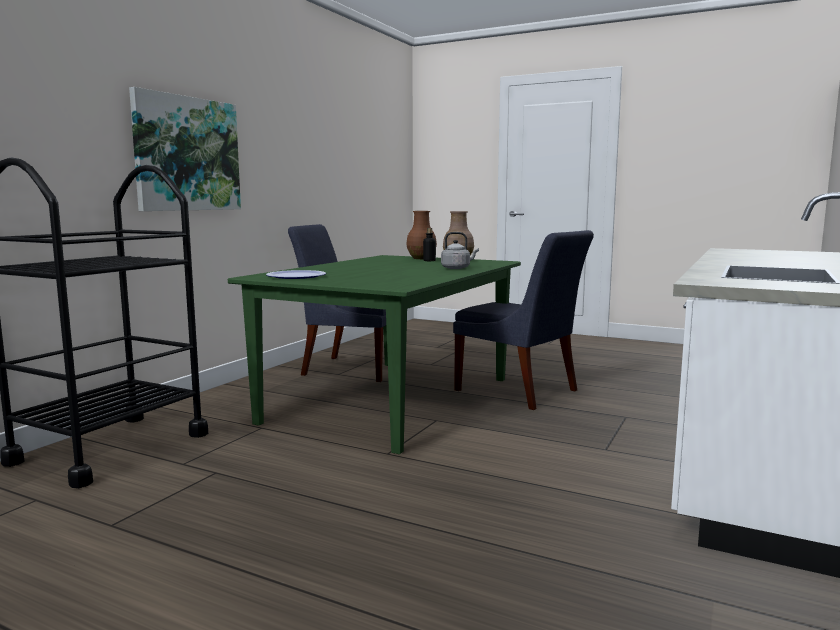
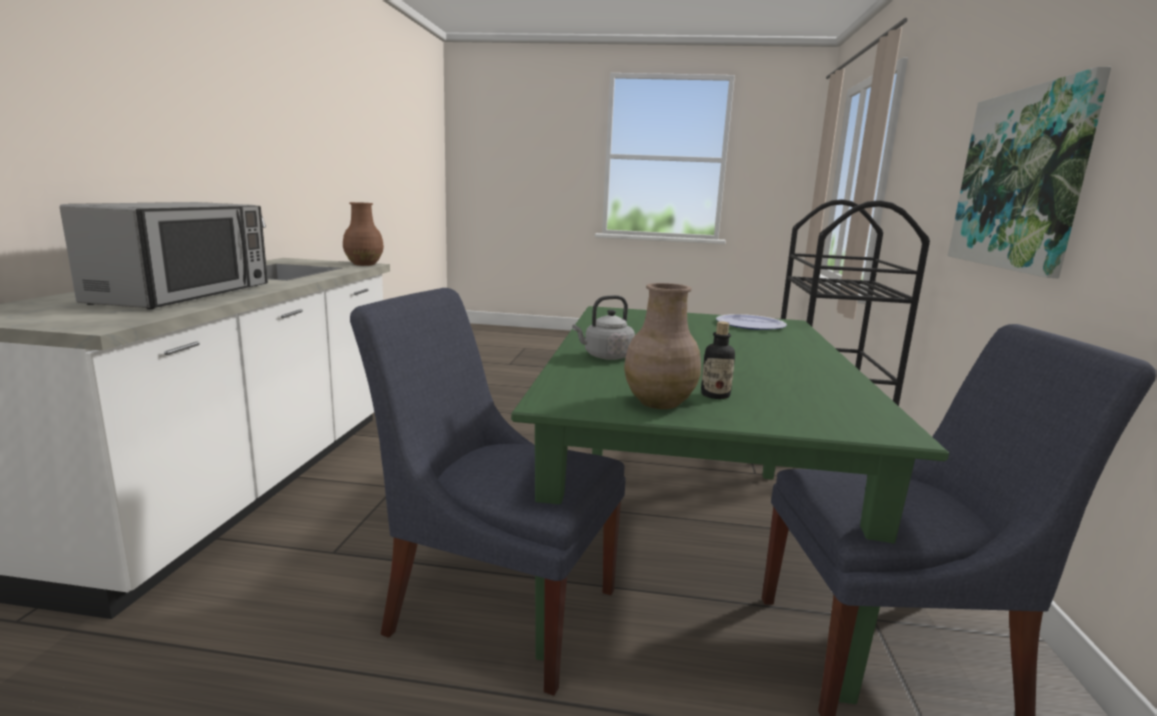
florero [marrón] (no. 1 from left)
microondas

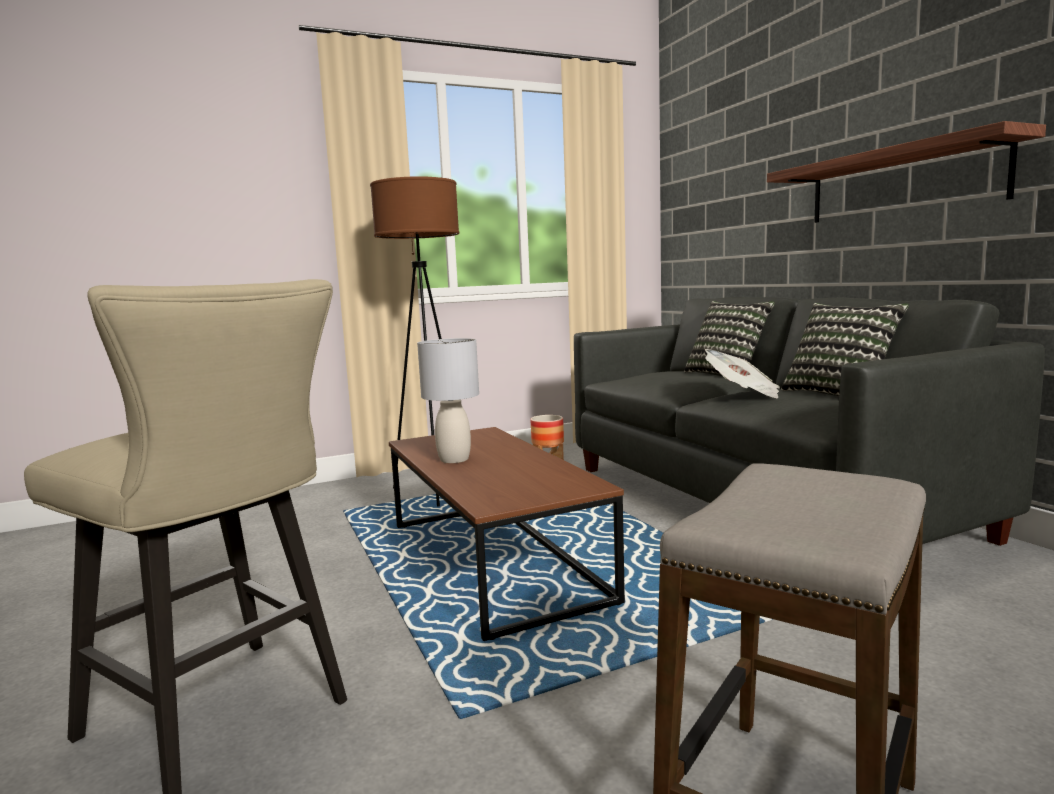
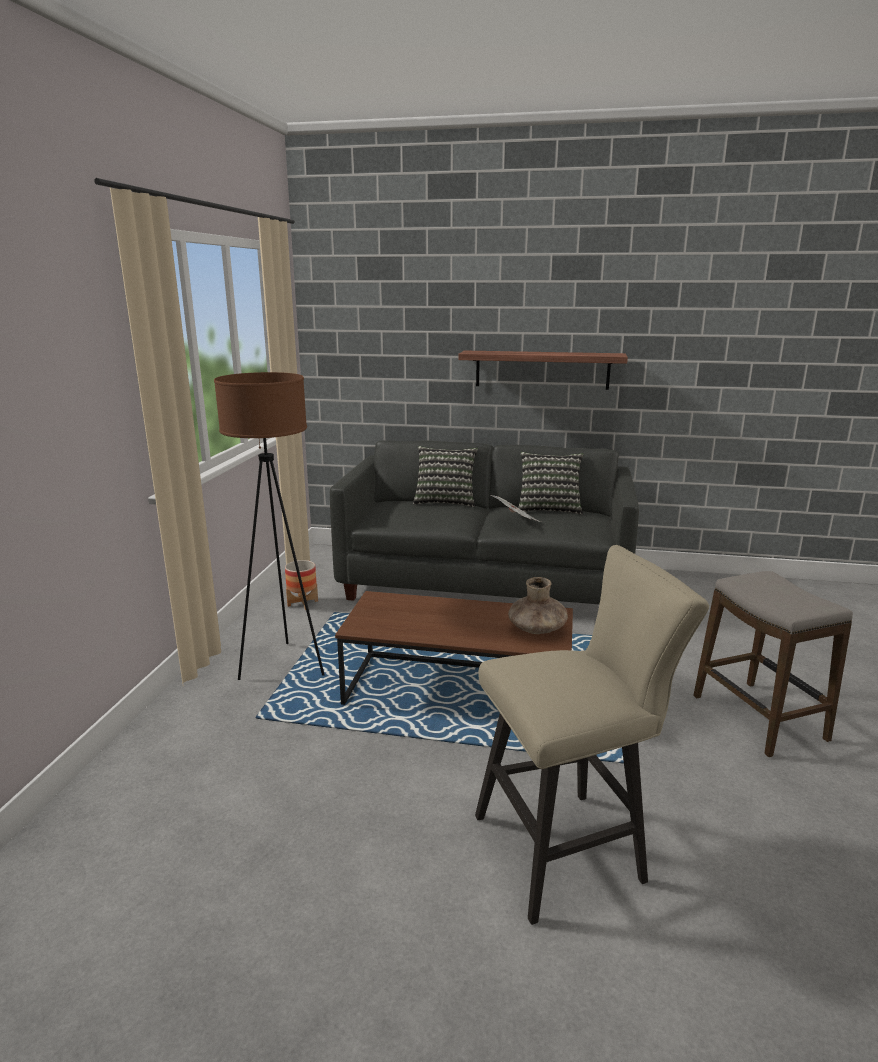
lámpara de mesa [gris]
florero [marrón]

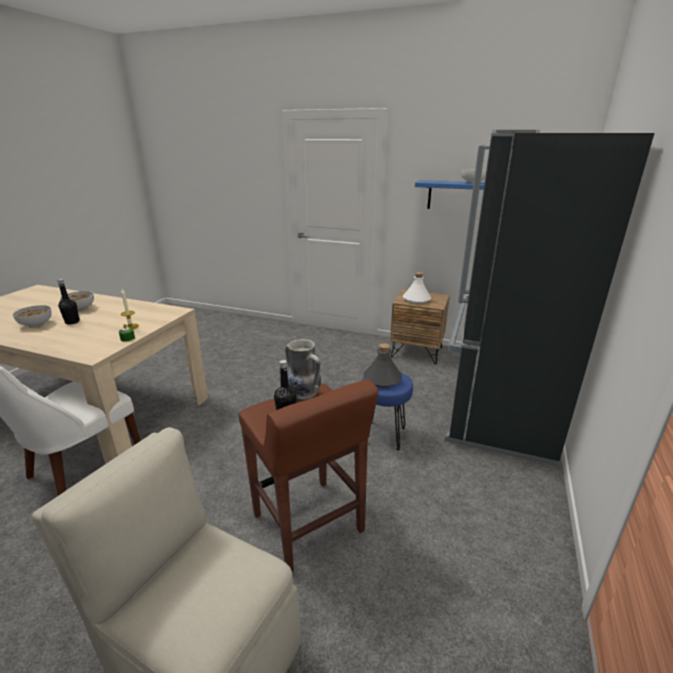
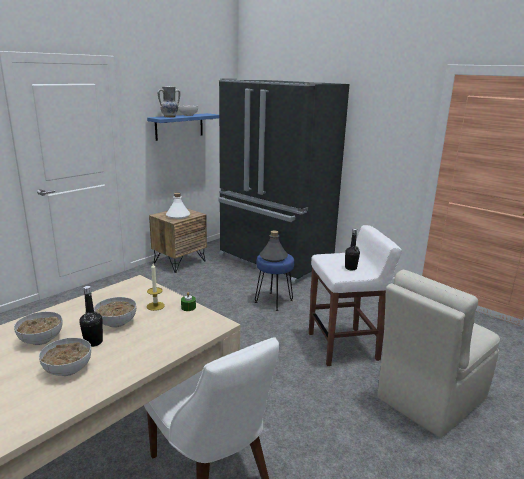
taburete [blanco]
florero
cuenco (no. 3 from left)

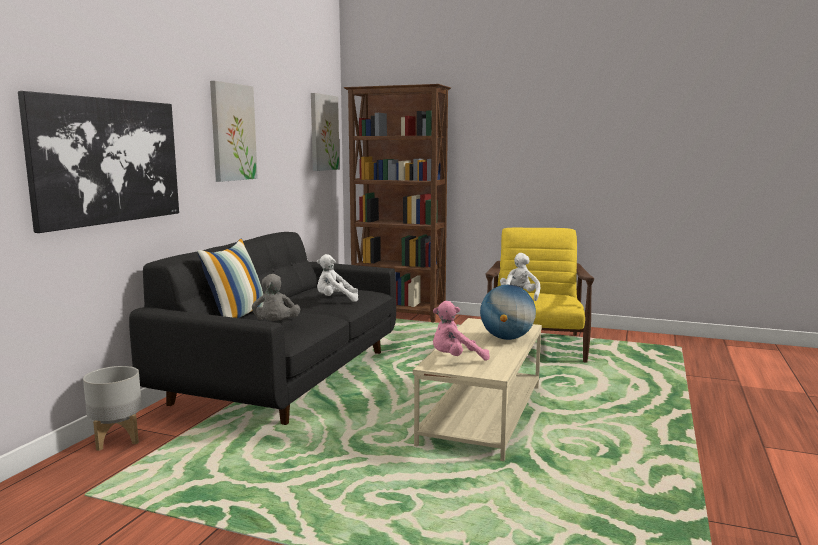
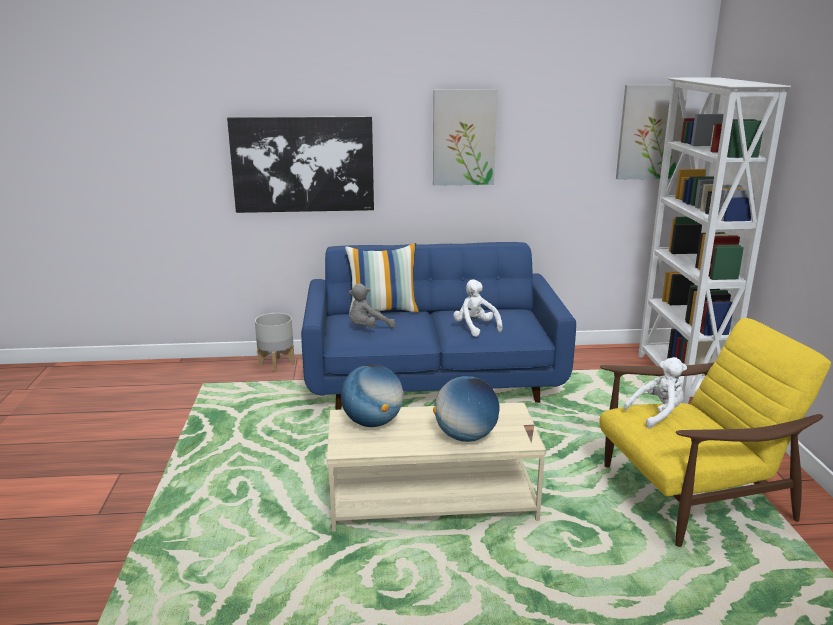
sofá [azul]
estantería [blanco]
globo terráqueo (no. 1 from left)

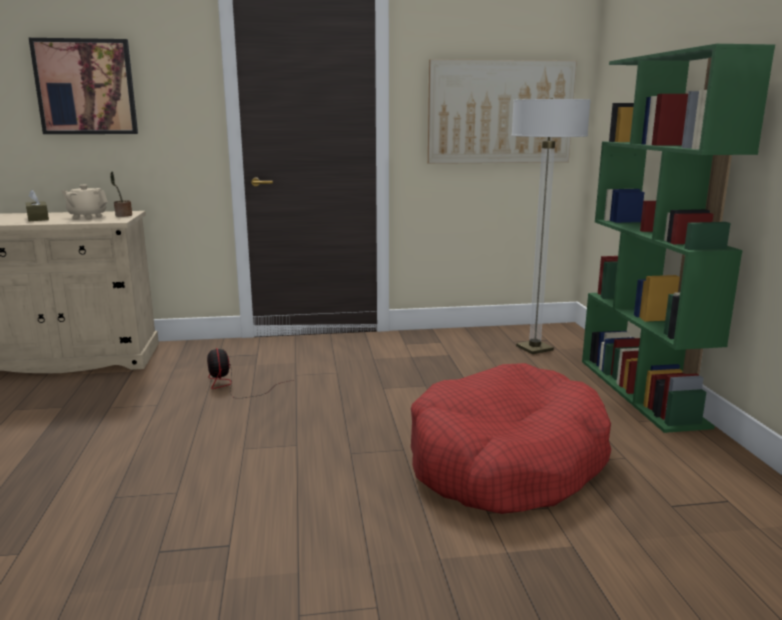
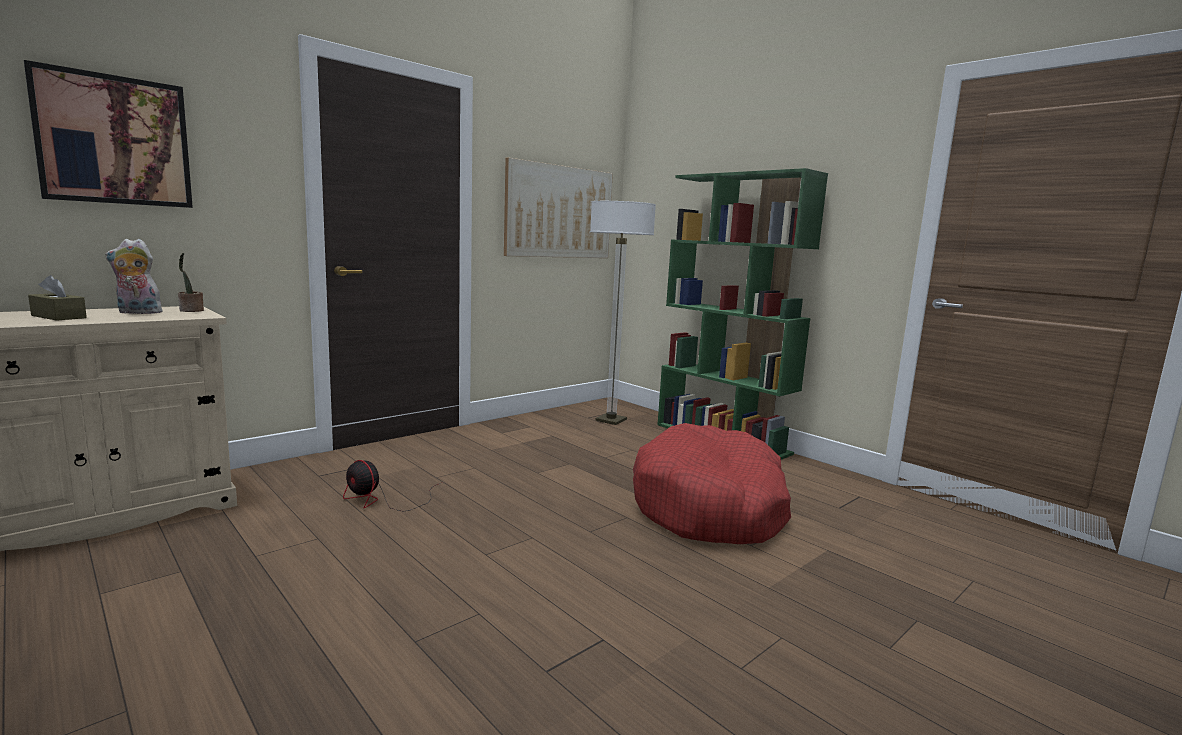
peluche

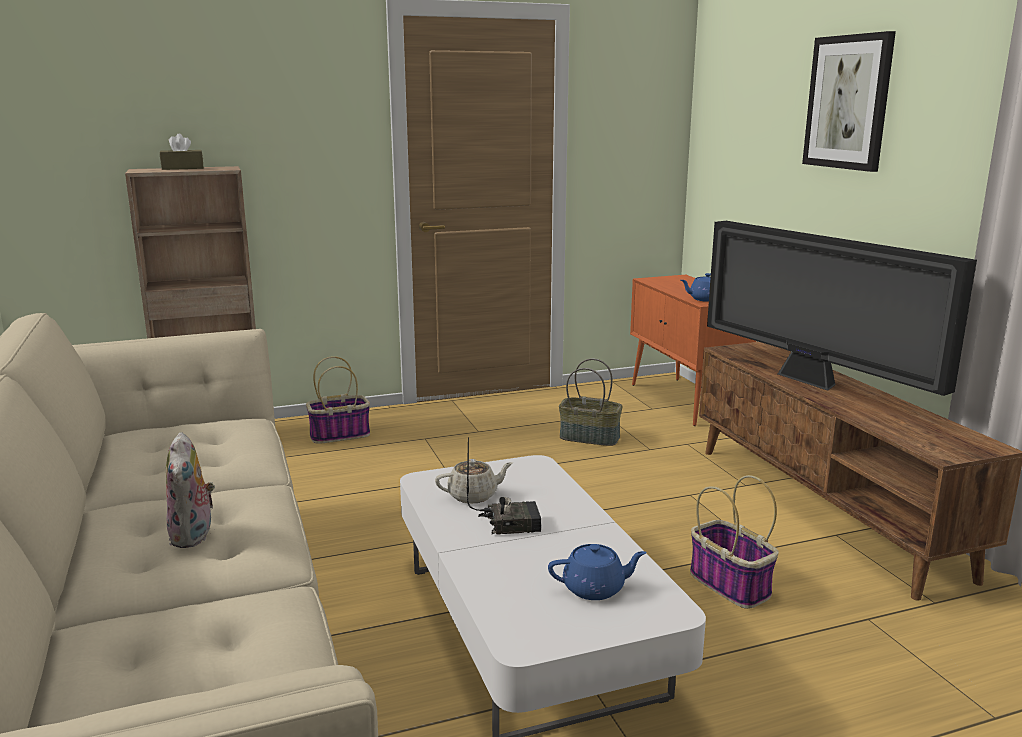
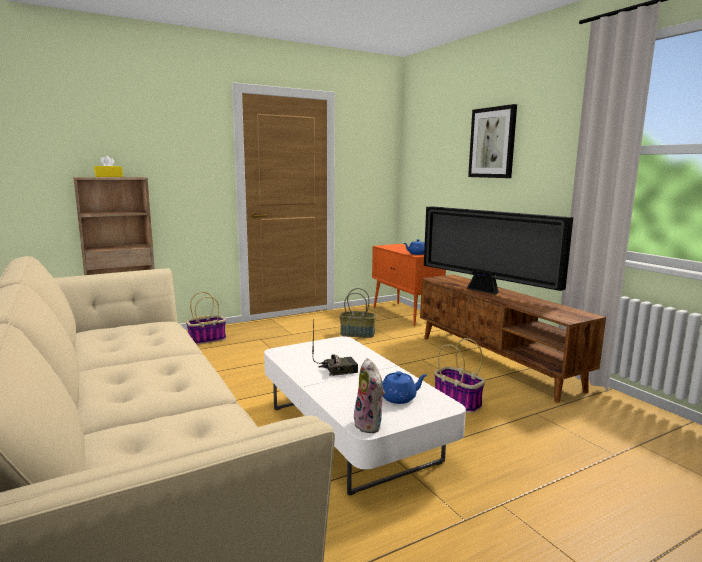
caja de pañuelos [amarillo]
peluche
tetera [beis]

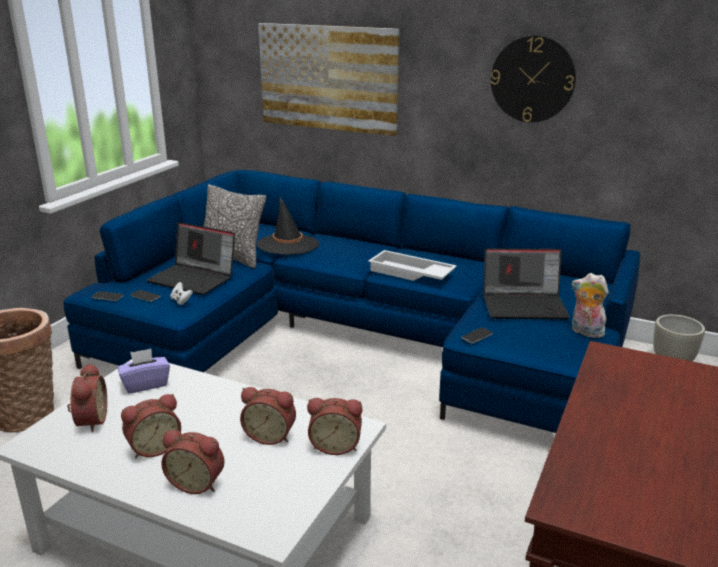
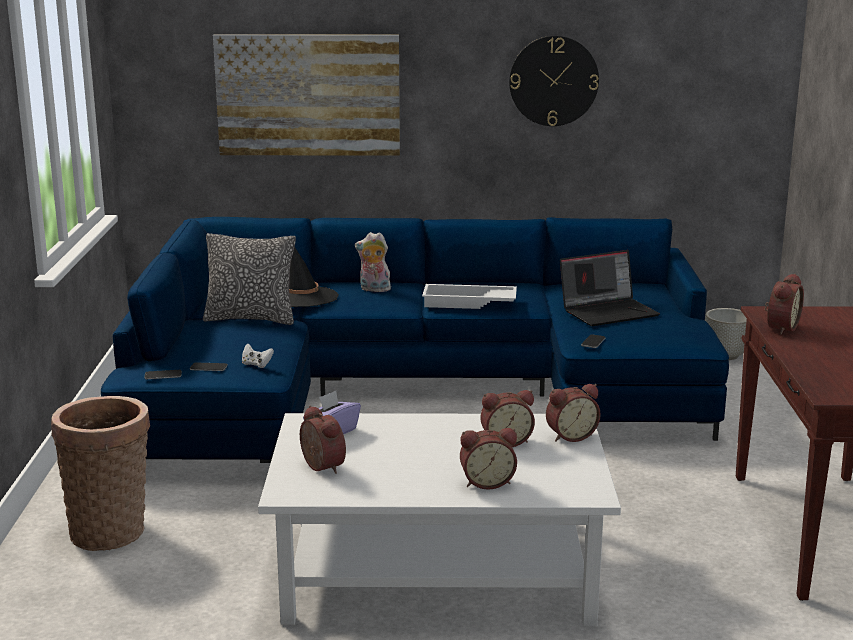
despertador (no. 5 from left)
portátil (no. 1 from left in the first image)
peluche

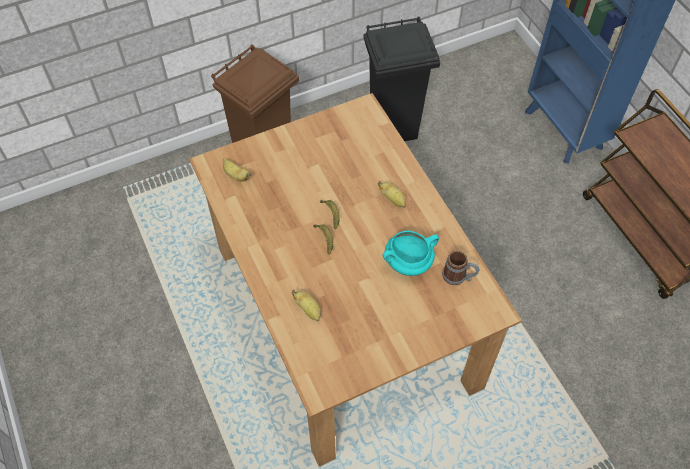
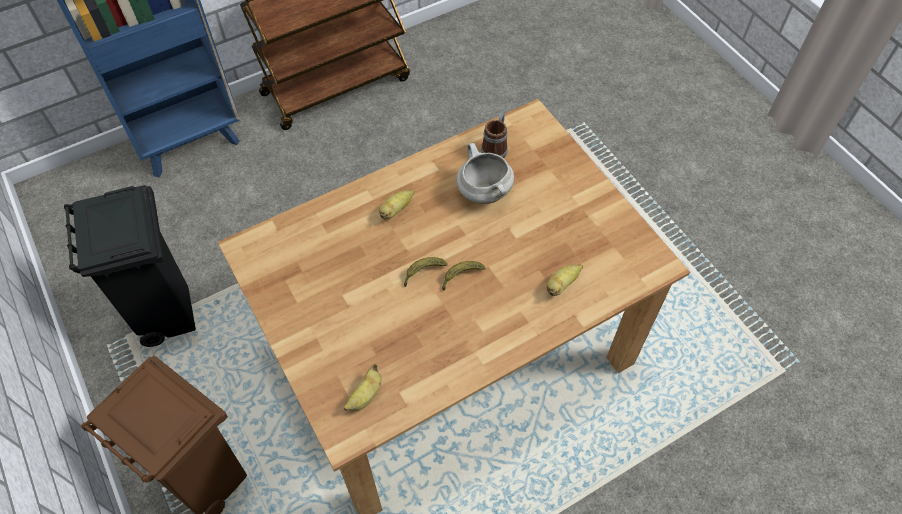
olla [blanco]

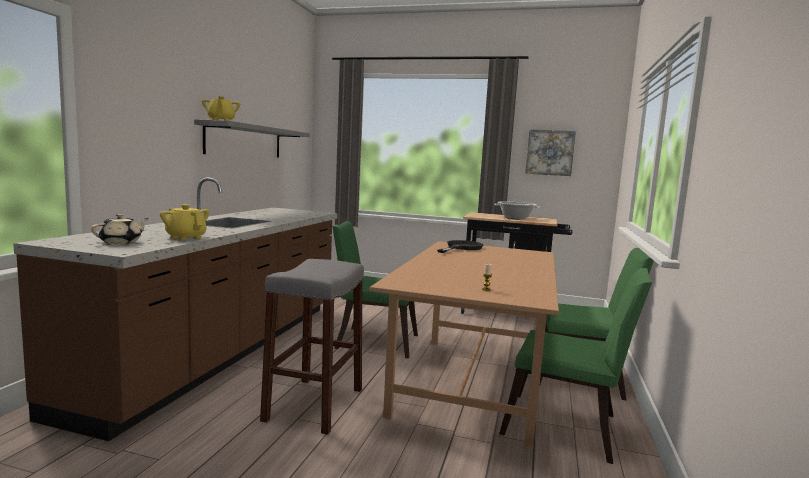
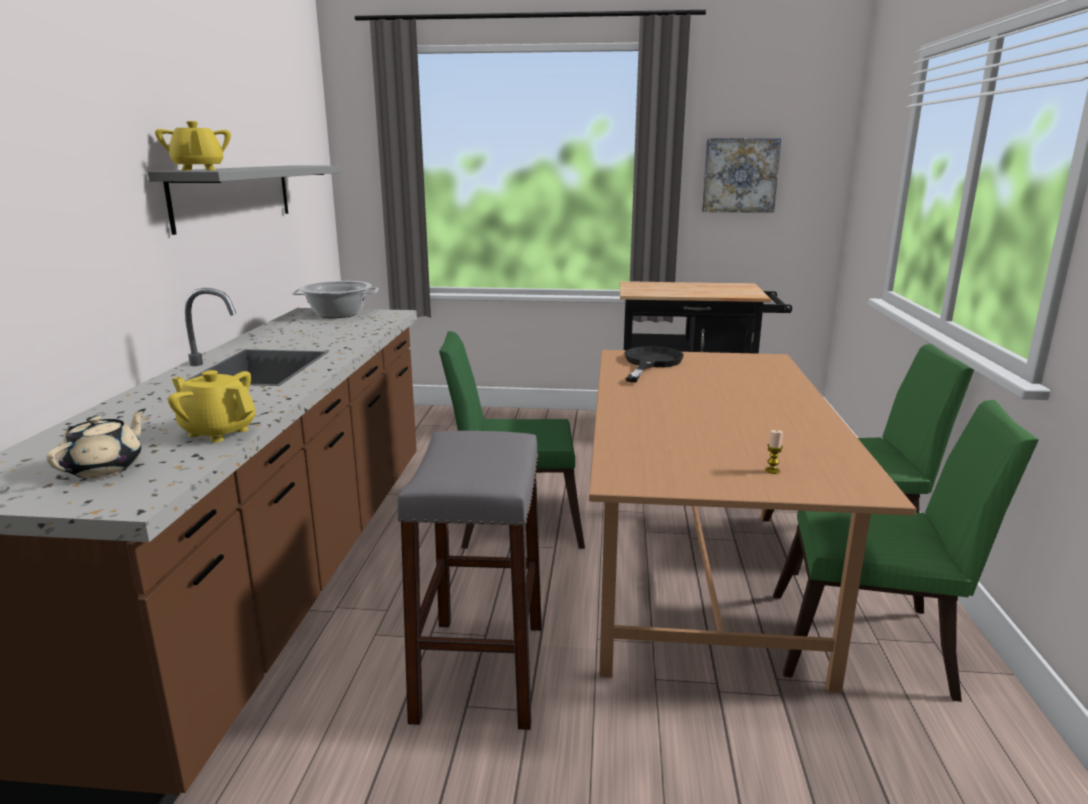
olla

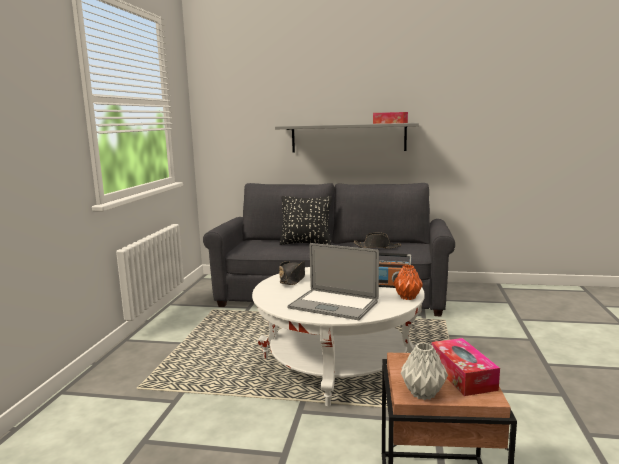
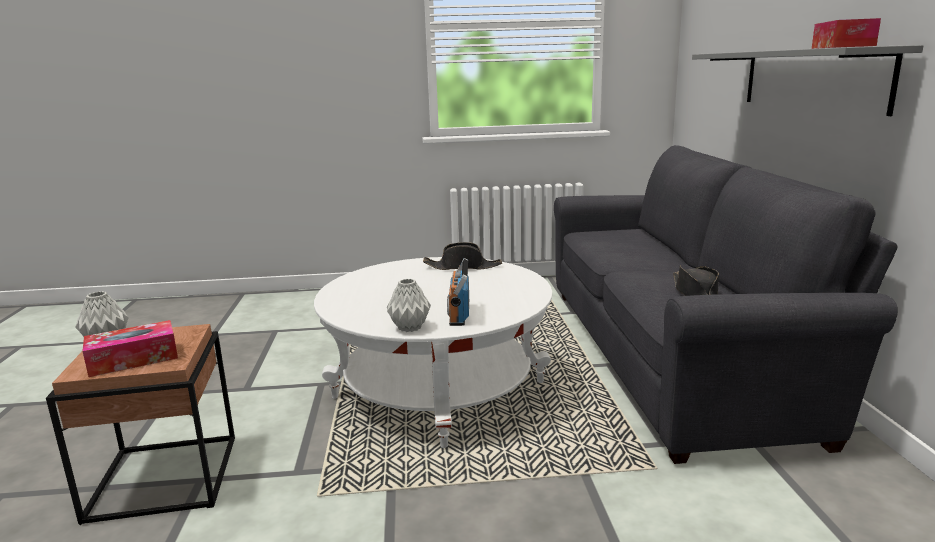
cojín [negro]
portátil
florero [gris] (no. 2 from left)

